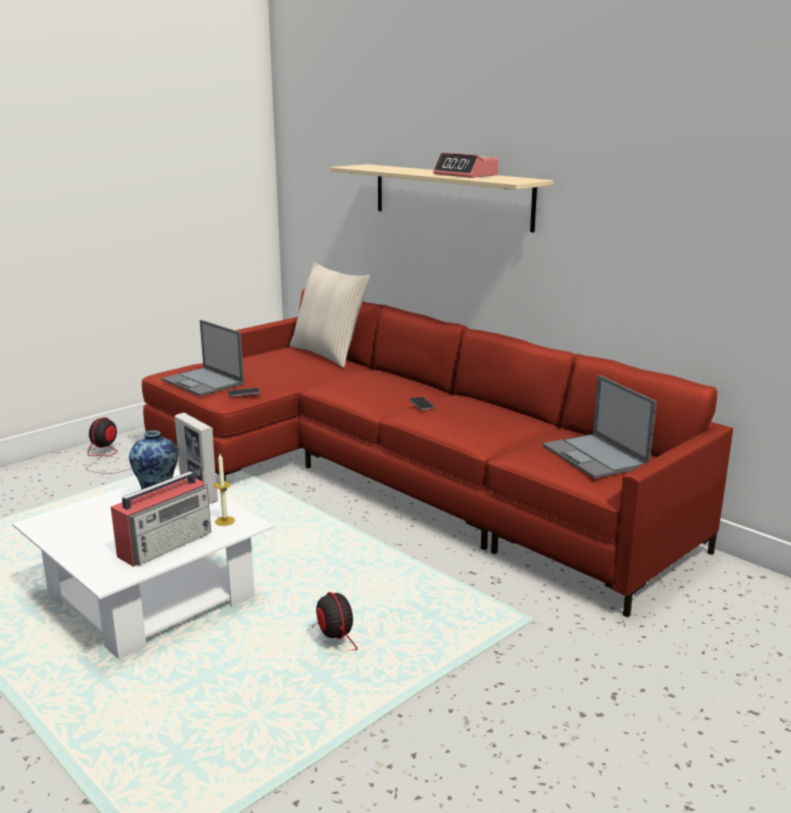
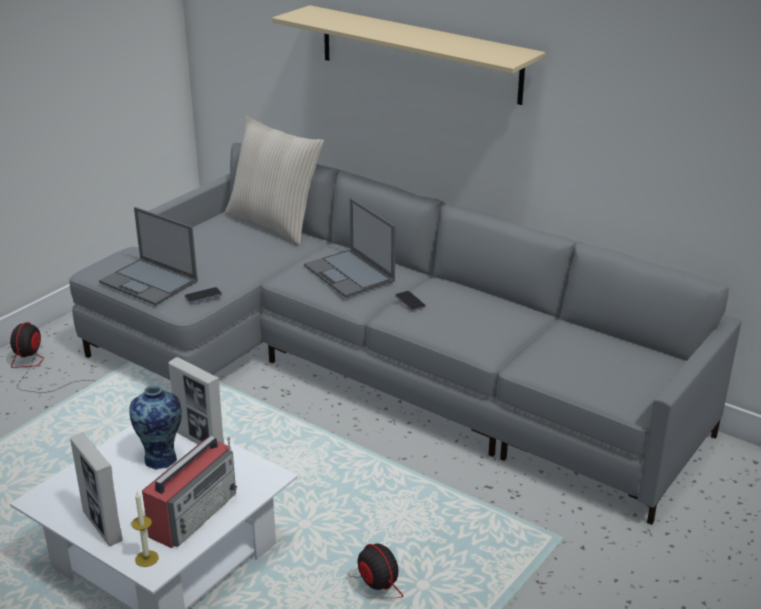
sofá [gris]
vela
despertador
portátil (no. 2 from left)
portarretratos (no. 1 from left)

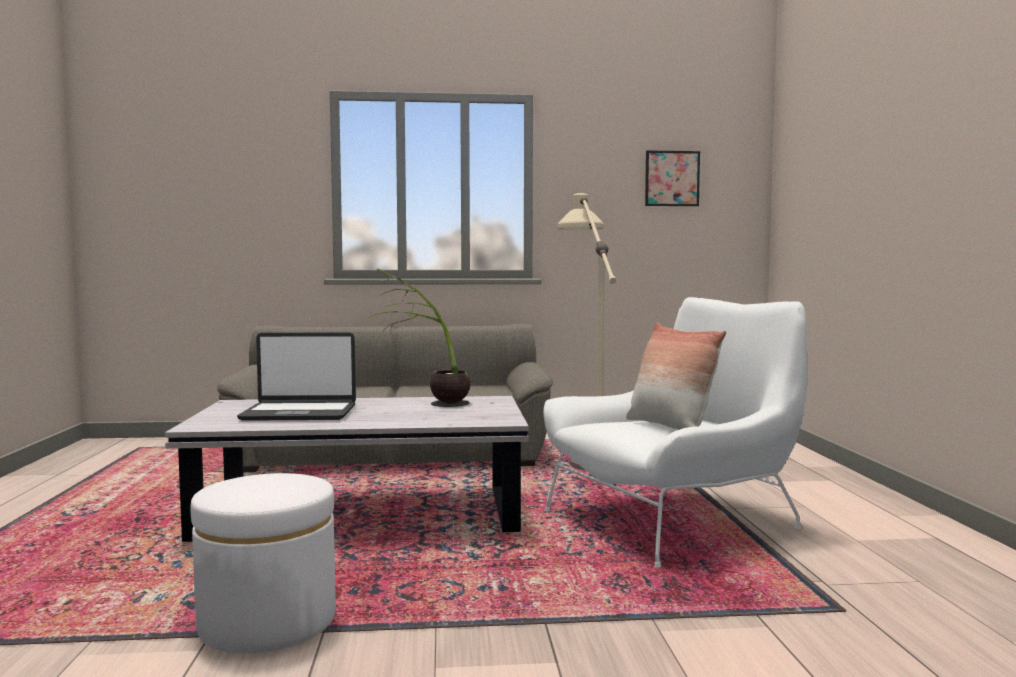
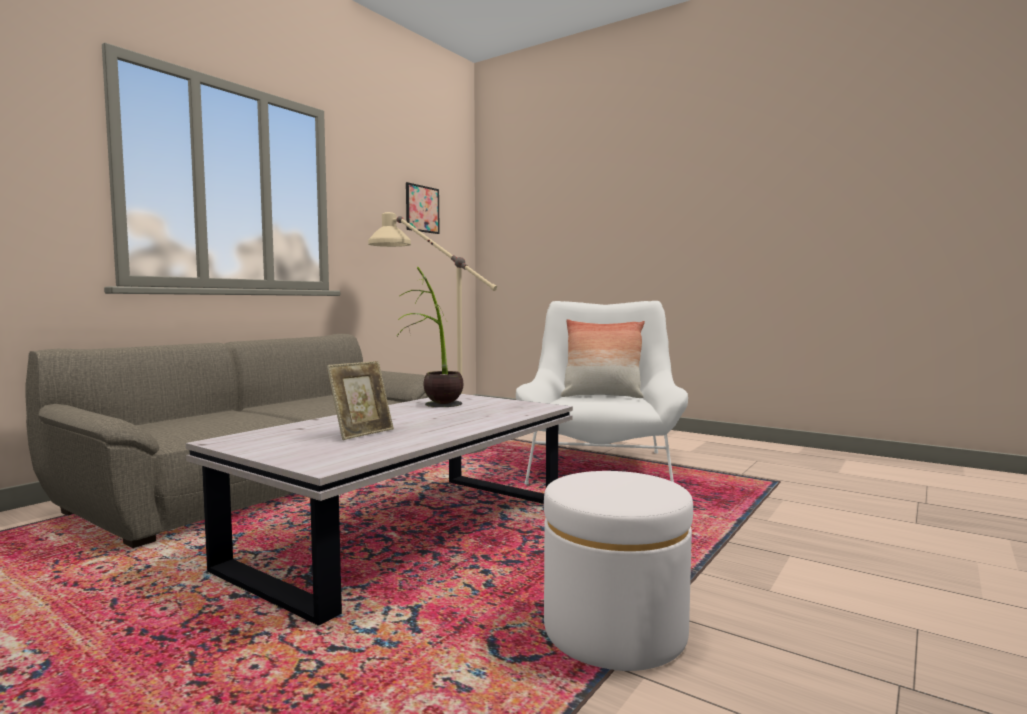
portarretratos

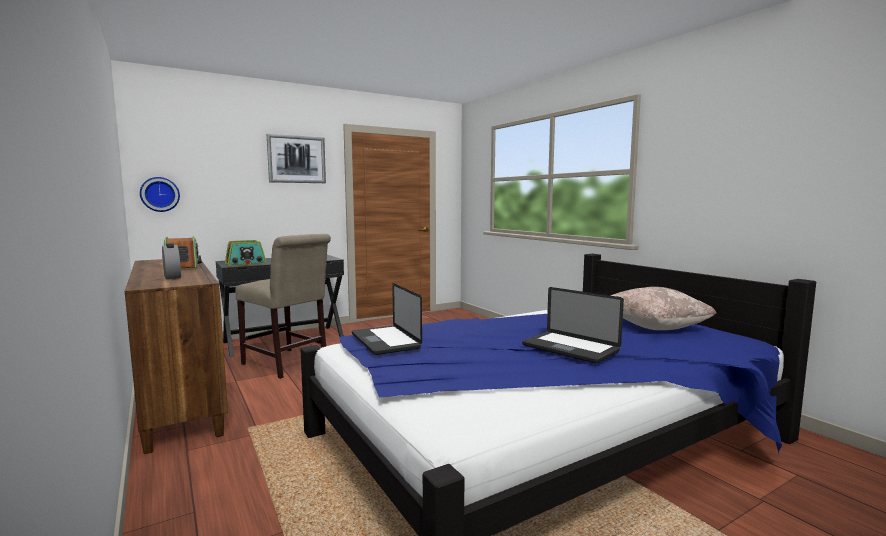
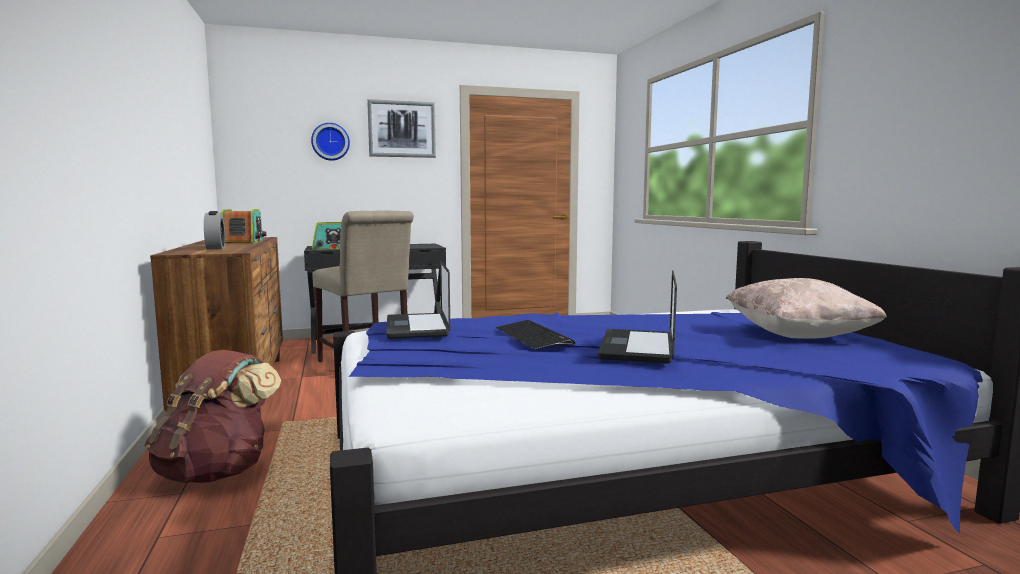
reloj de pared
portátil (no. 2 from left)
mochila [marrón]
teclado

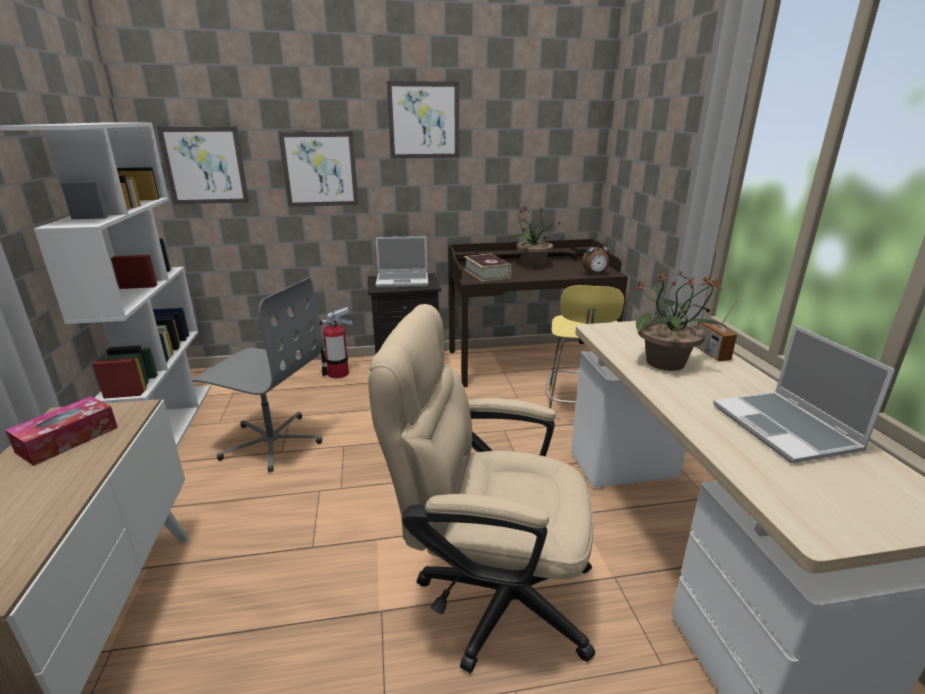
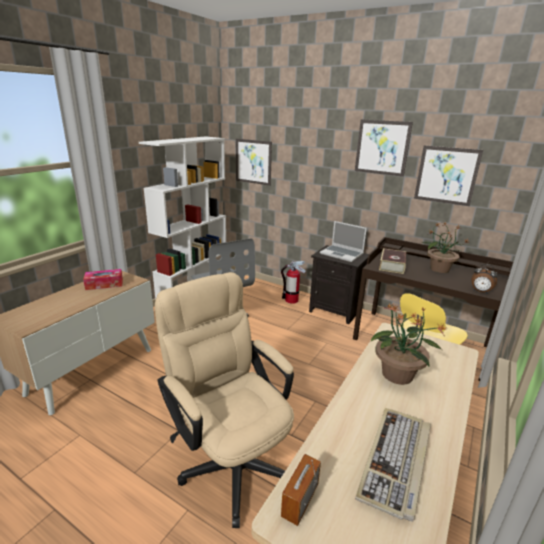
cuadro (no. 3 from left)
radio
teclado

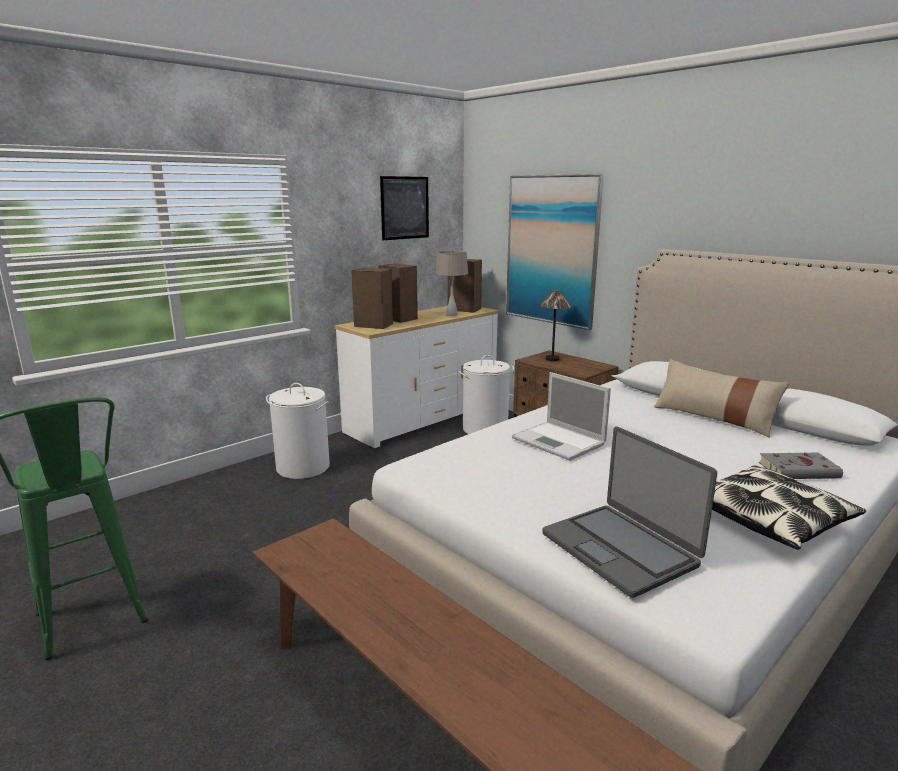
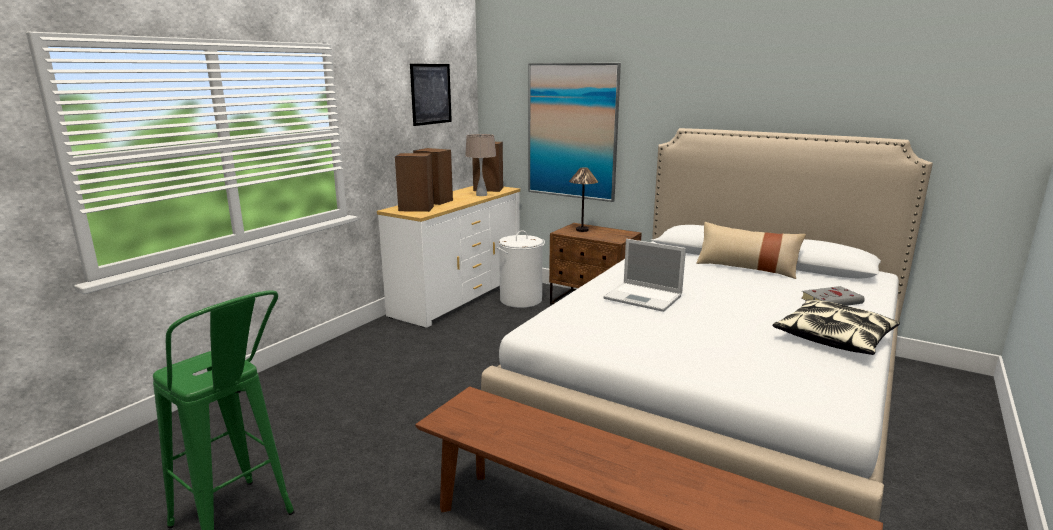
cesto de la ropa [blanco] (no. 1 from left in the first image)
portátil (no. 2 from left in the first image)

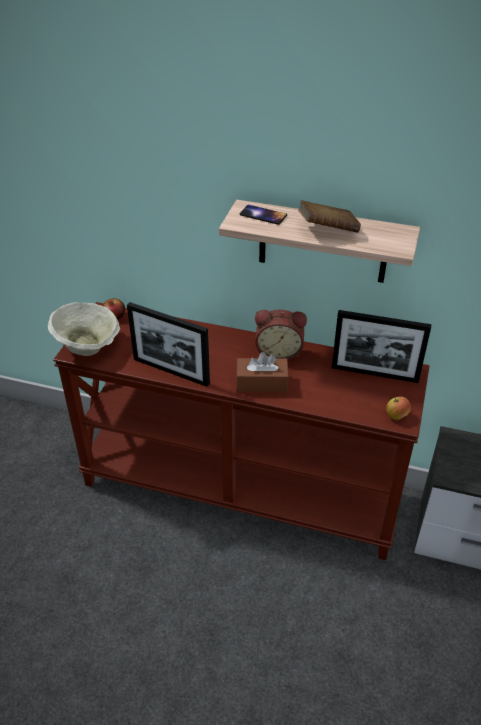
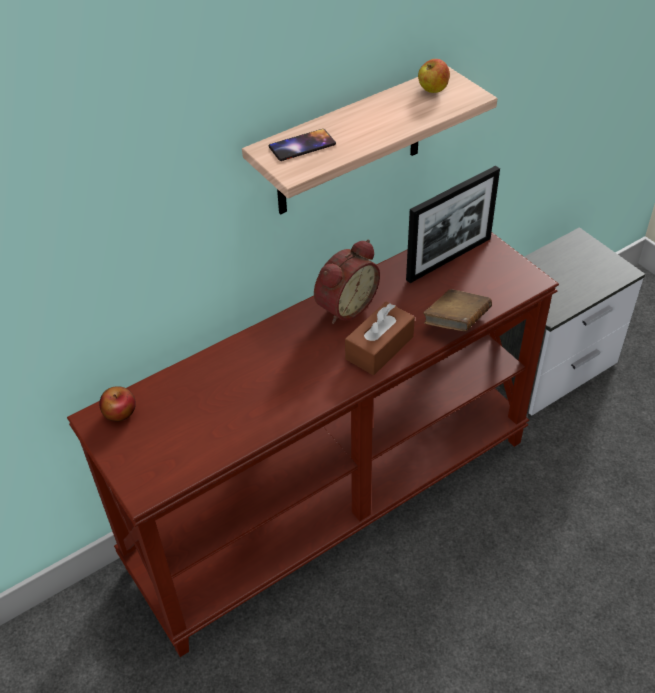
cuenco [beis]
portarretratos (no. 1 from left in the first image)
libro [marrón]
manzana (no. 2 from left)

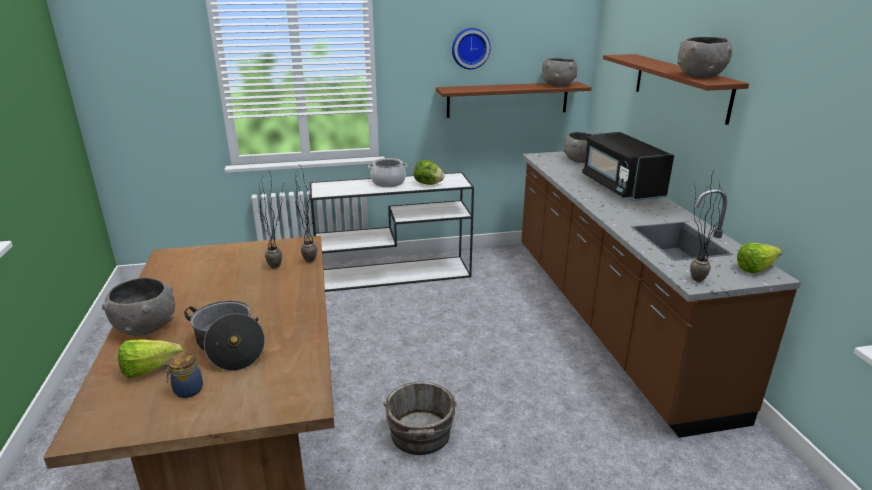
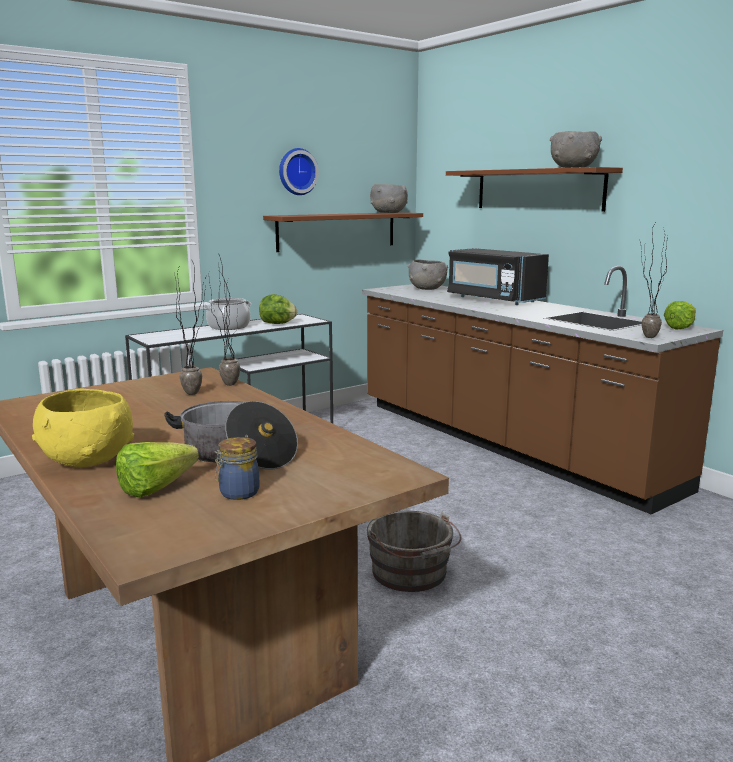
cuenco [amarillo]

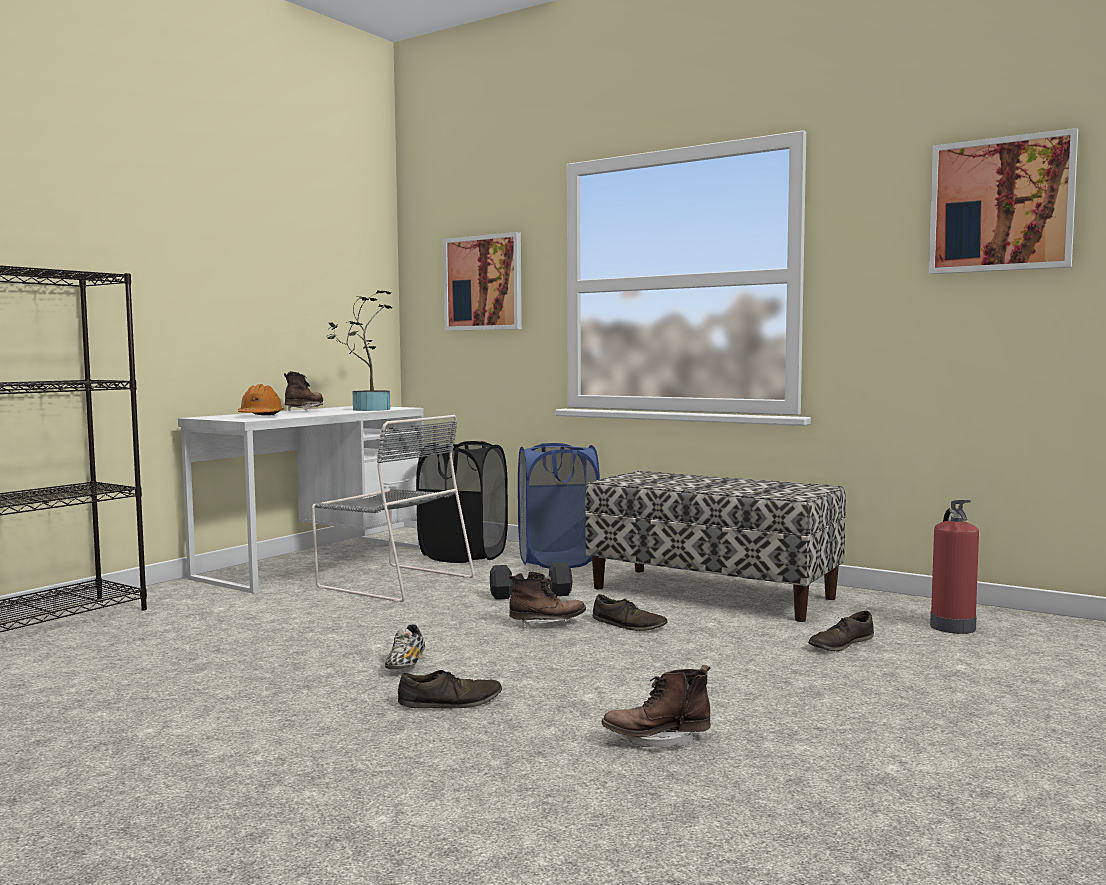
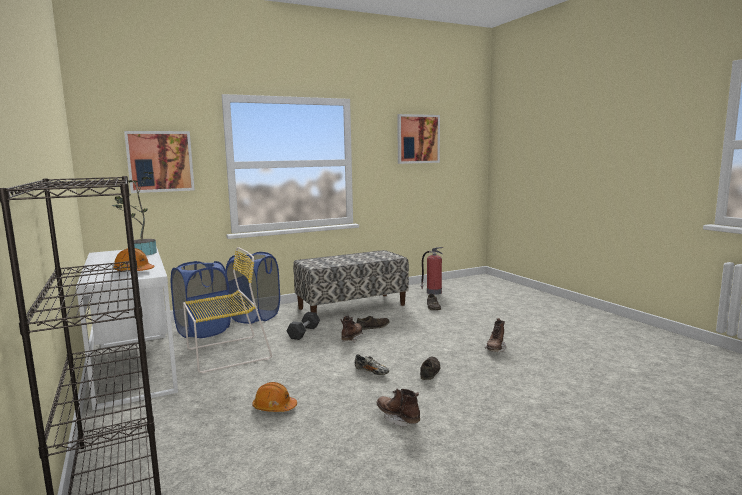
bota [marrón] (no. 2 from left)
silla [amarillo]
cesto de la ropa [azul] (no. 1 from left)
casco [naranja] (no. 2 from left)

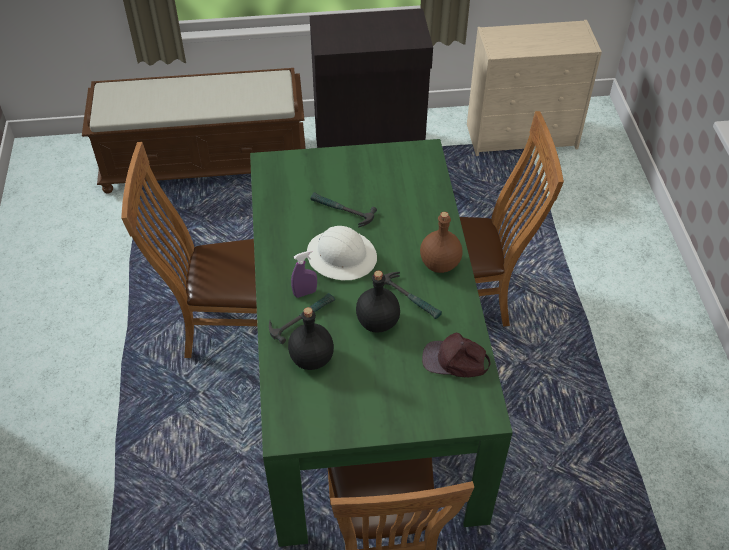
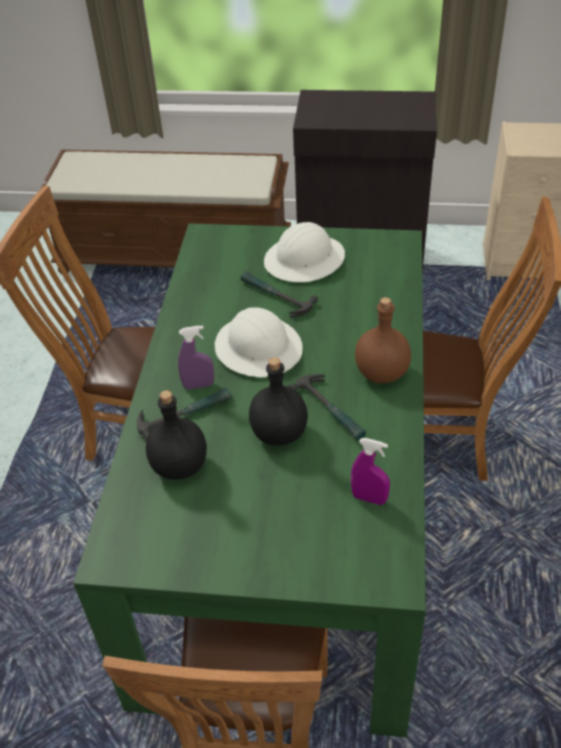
pulverizador [morado] (no. 2 from left)
casco [blanco] (no. 2 from left)

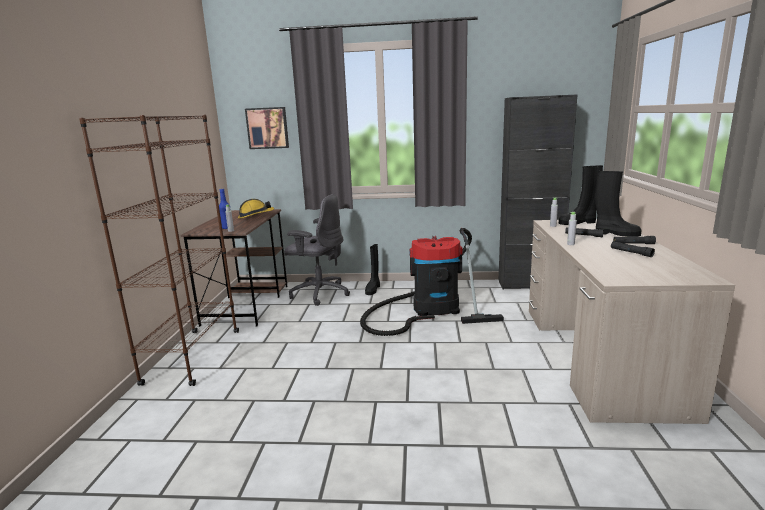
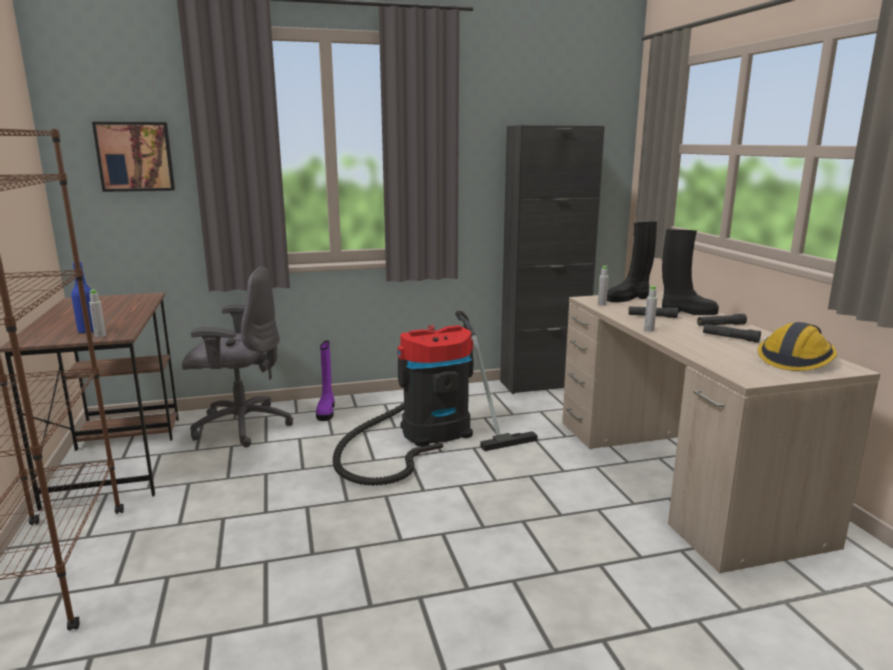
casco
bota [morado]

